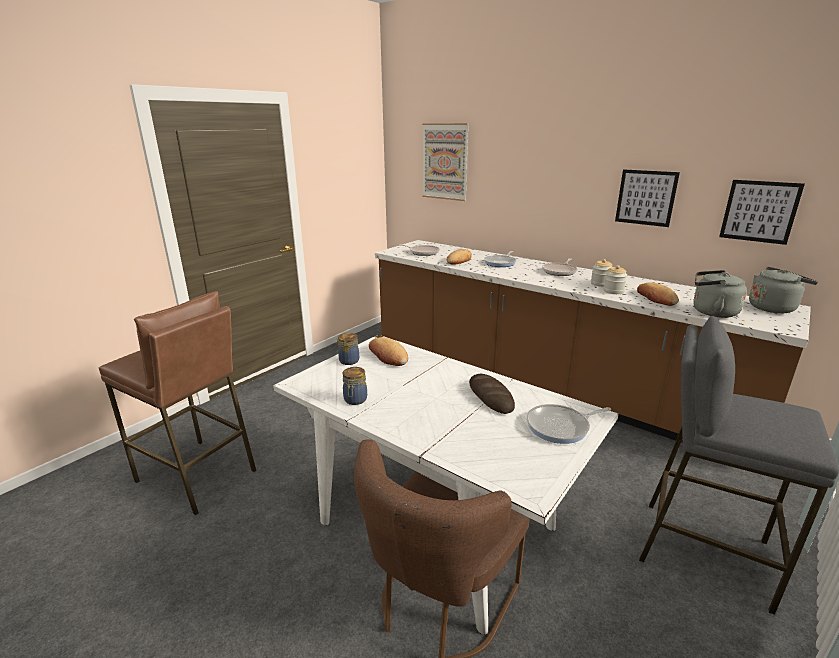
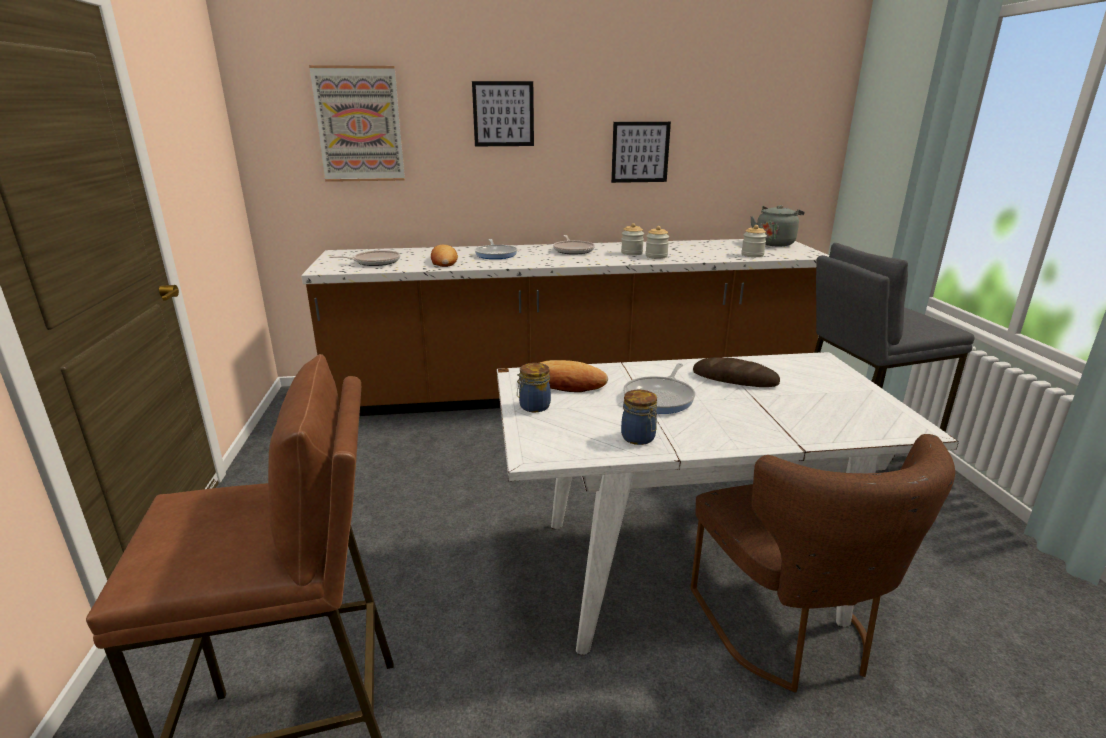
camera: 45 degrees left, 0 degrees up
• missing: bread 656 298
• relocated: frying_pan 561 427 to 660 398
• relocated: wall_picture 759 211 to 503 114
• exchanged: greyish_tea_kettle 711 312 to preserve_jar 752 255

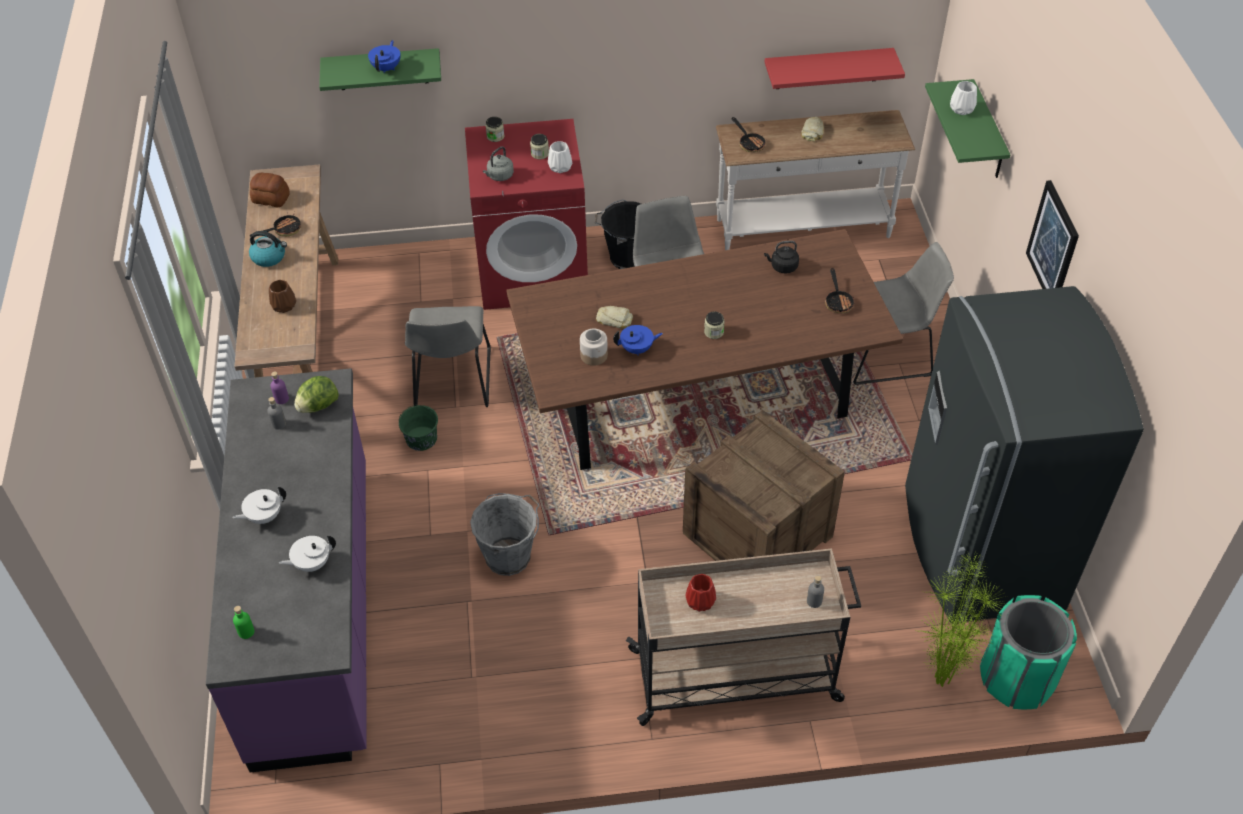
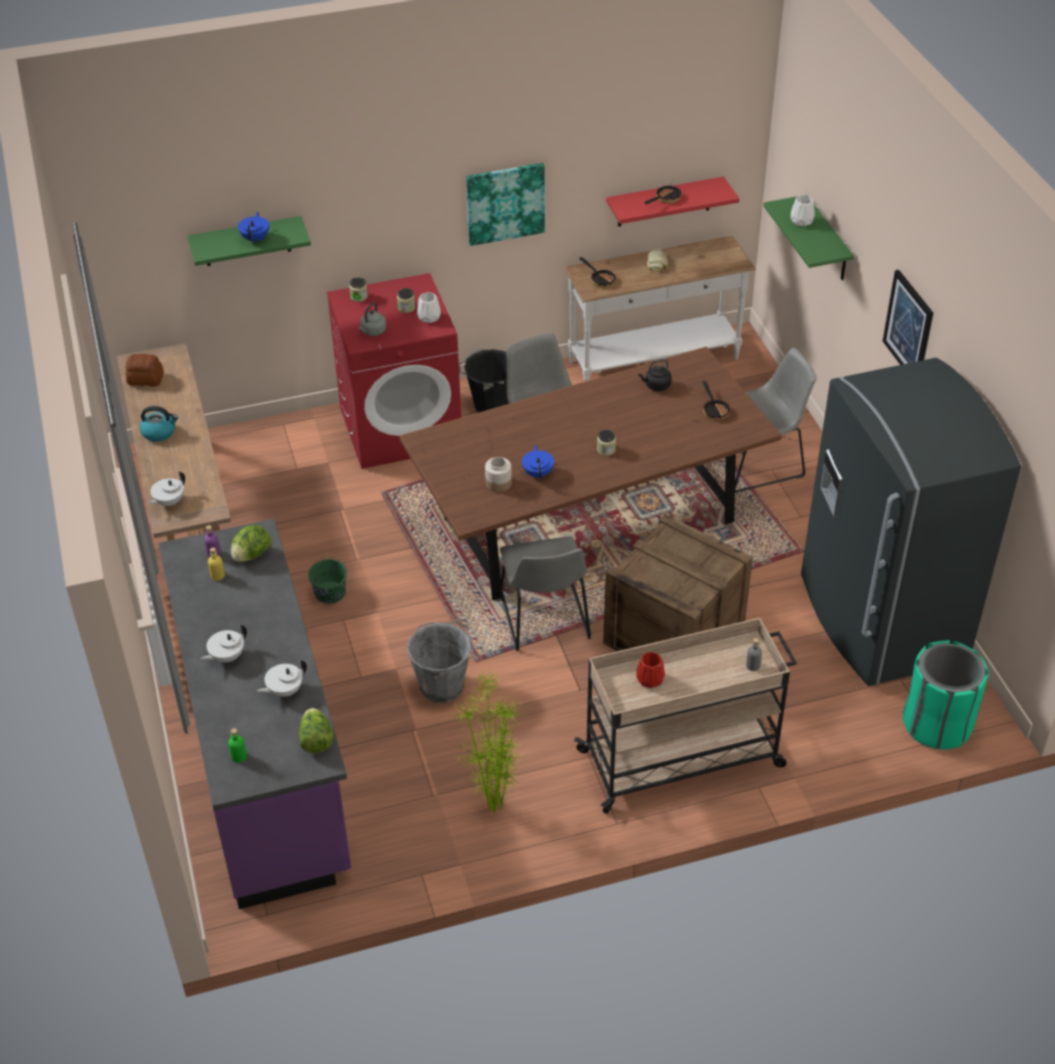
camera: 10 degrees left, 5 degrees down
• missing: brown-coloured_vase 283 305
• missing: bread 614 319
• appeared: whitish_tea_pot 169 502
• appeared: head_of_lettuce 316 740
• appeared: wall_picture 505 203
• relocated: frying_pan 283 230 to 665 199
• relocated: greyish_chair 452 382 to 545 618
• relocated: plant_in_a_pot 940 678 to 493 805
• colour: greyish_bottle 279 424 to yellowish_bottle 217 575
• spun: blue_tea_pot 637 349 = 538 473 75 degrees counterclockwise

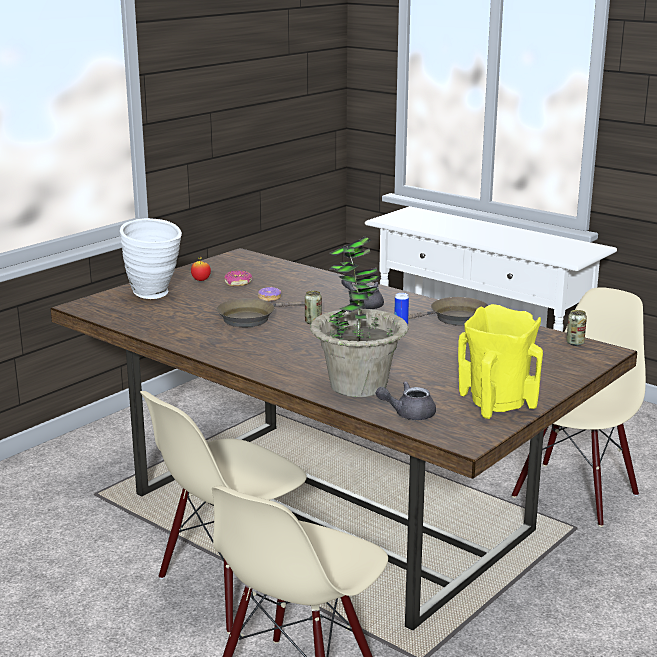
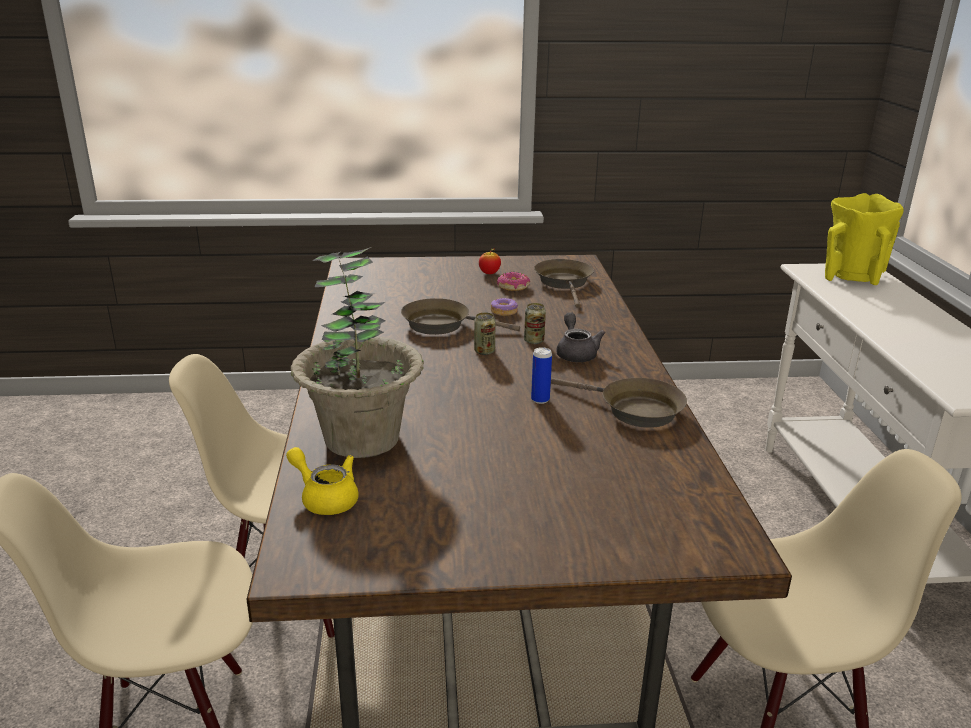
camera: 45 degrees right, 5 degrees up
• missing: whitish_vase 155 295
• appeared: brown-coloured_frying_pan 564 283
• relocated: yellowish_vase 496 404 to 851 277
• relocated: metal_can 575 343 to 534 341
• colour: greyish_tea_pot 408 414 to yellowish_tea_pot 325 498

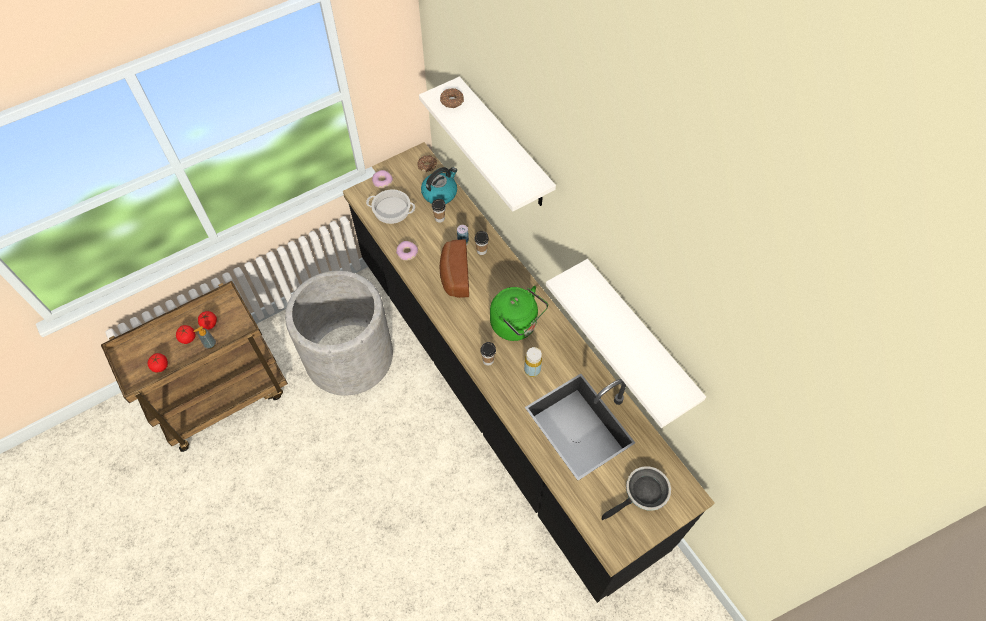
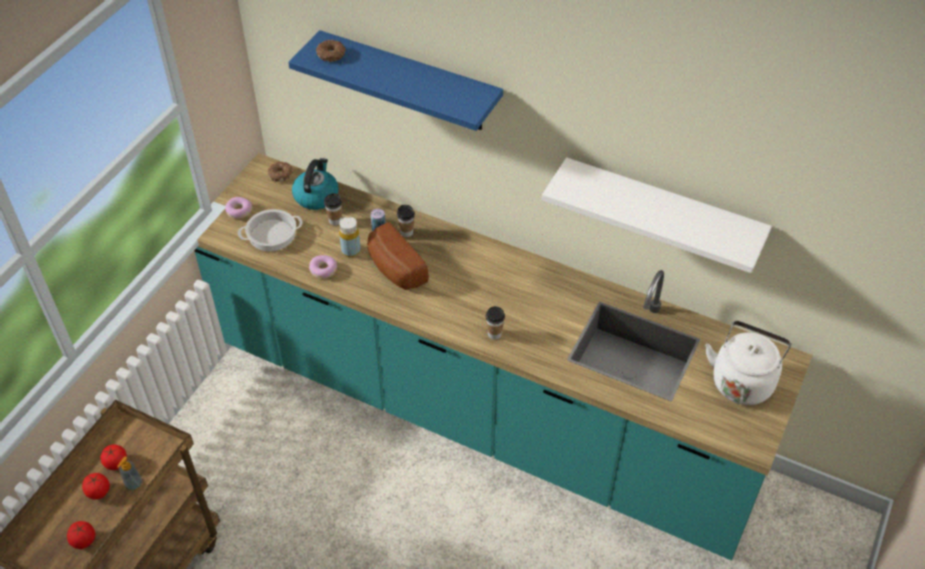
camera: 30 degrees left, 10 degrees down
• missing: greyish_flower_pot 349 357
• missing: green_tea_kettle 516 325
• relocated: yellowish_bottle 532 370 to 351 251
• exchanged: frying_pan 643 493 to whitish_tea_kettle 742 380
• colour: black_counter 492 384 to blue-green_counter 462 406
• colour: whitish_bracket_shelf 505 145 to blue_bracket_shelf 410 82

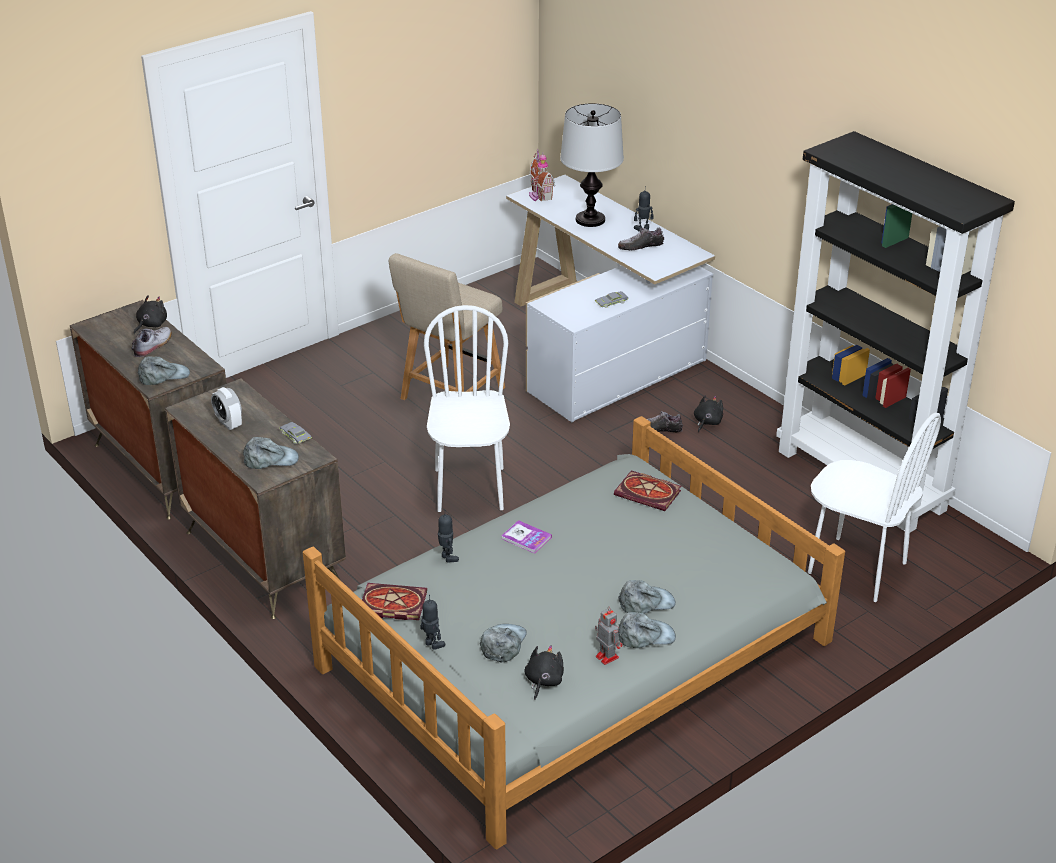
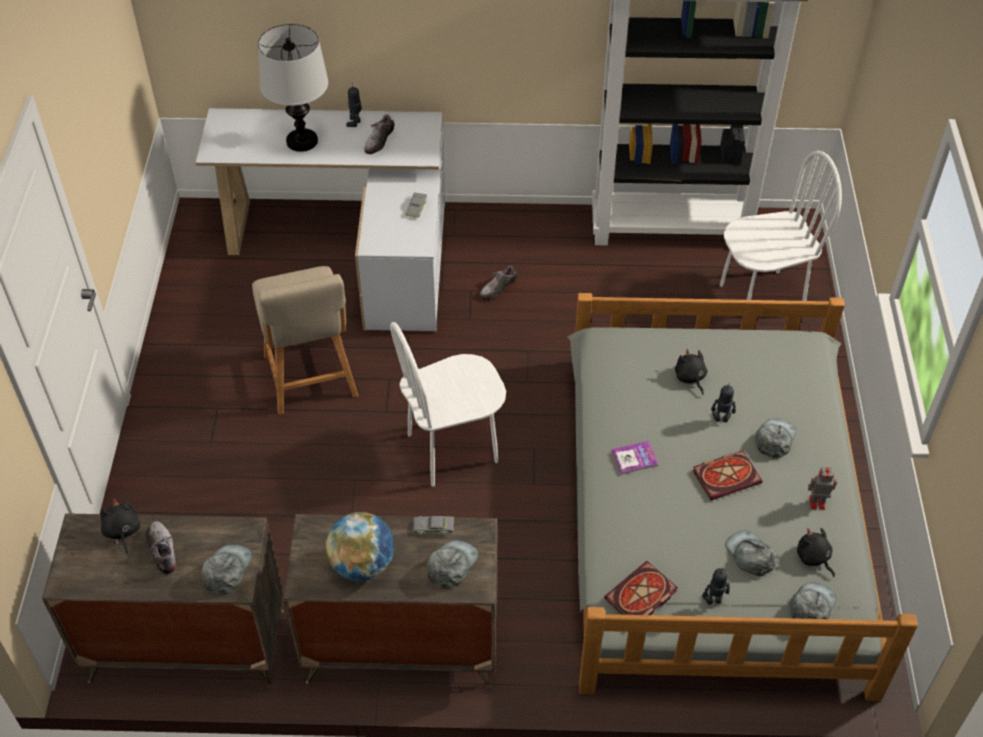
camera: 50 degrees left, 15 degrees up
• missing: toy_house 539 195
• relocated: model_robot 447 558 to 721 419
• relocated: volume 649 493 to 727 475
• relocated: greyish_peaked_cap 645 635 to 811 607
• relocated: black_plush_toy 707 422 to 690 378
• exchanged: table_clock 228 423 to globe 362 564
• spun: whitish_chair 470 489 = 452 449 60 degrees counterclockwise

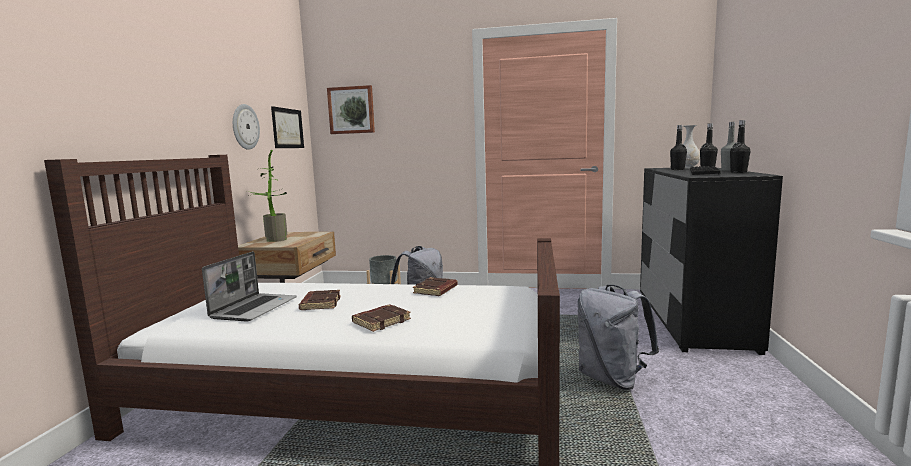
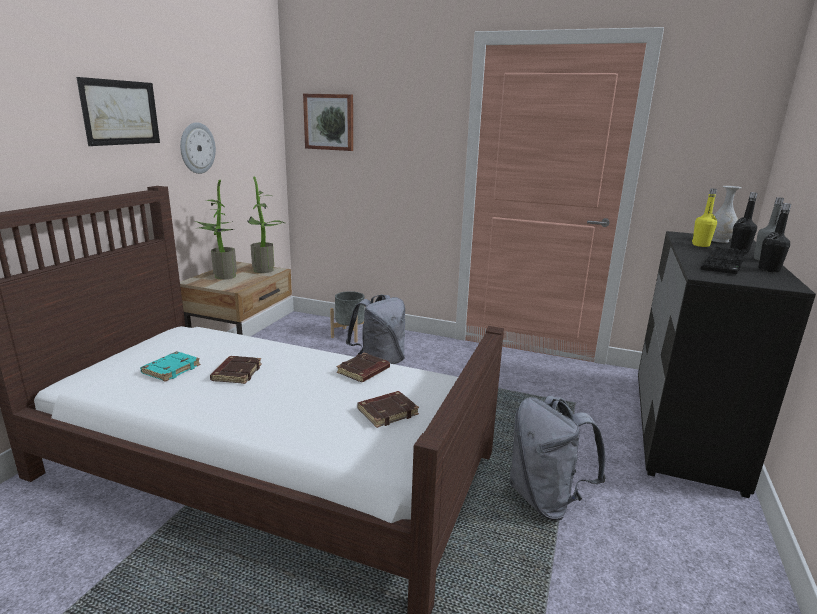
camera: 10 degrees right, 10 degrees up
• appeared: plant_in_a_pot 267 270
• relocated: wall_picture 287 128 to 120 112
• relocated: brown-coloured_volume 381 321 to 387 412
• exchanged: laptop 254 308 to blue-green_volume 171 369
• colour: black_bottle 677 169 to yellowish_bottle 700 245

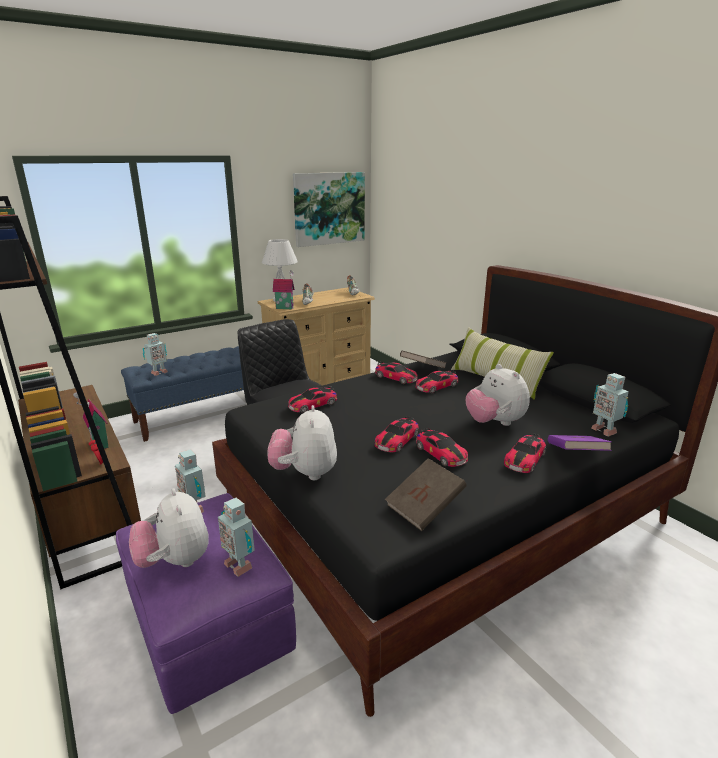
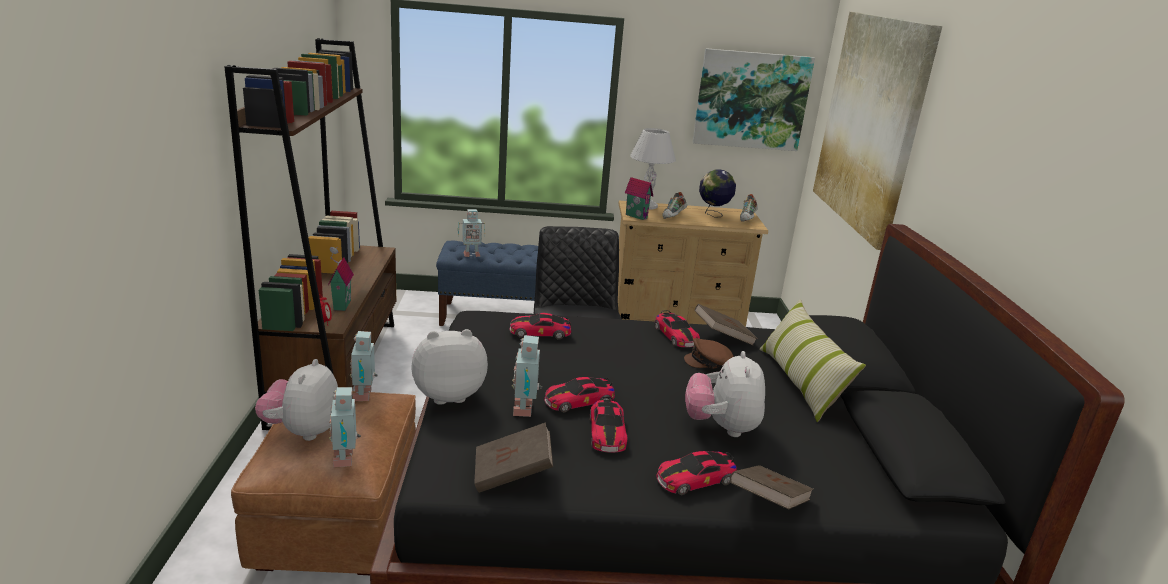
camera: 30 degrees right, 0 degrees up
• appeared: globe 713 215
• appeared: wall_picture 871 123
• relocated: model_robot 604 430 to 525 409
• exchanged: toy_car 436 386 to brown-coloured_peaked_cap 709 362
• colour: purple-coloured_footrest 210 626 to brown-coloured_footrest 338 518
• colour: purple-coloured_volume 575 455 to brown-coloured_volume 768 503
• spun: plush_toy 305 473 = 448 394 45 degrees clockwise

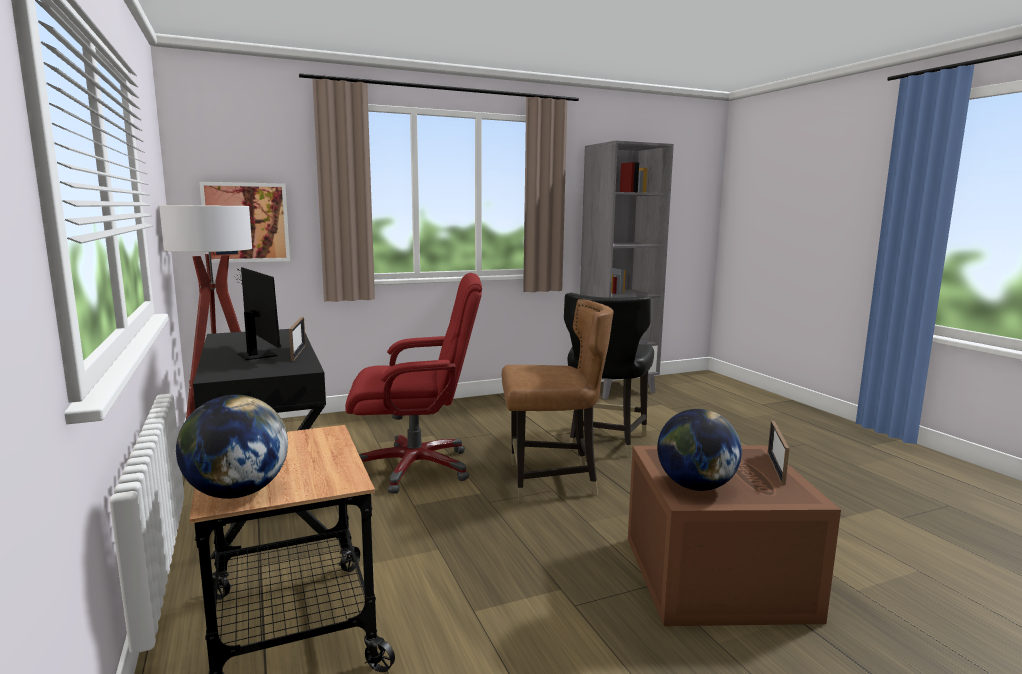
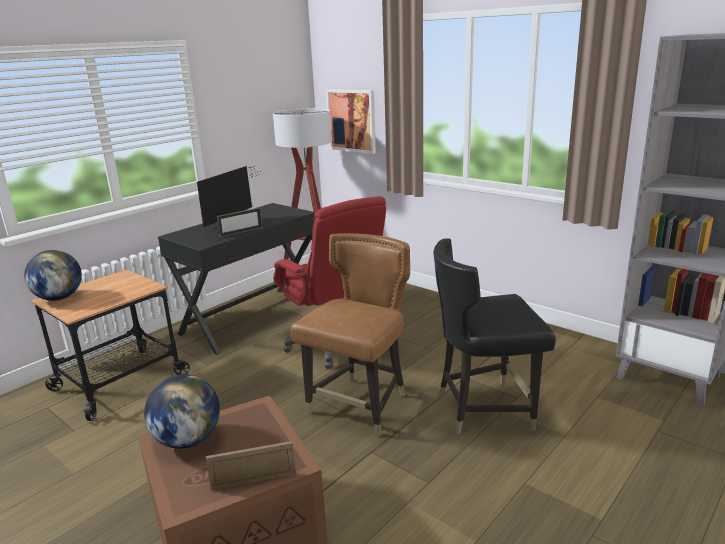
camera: 65 degrees right, 10 degrees up
• spun: brown-coloured_chair 551 481 = 360 405 120 degrees counterclockwise

